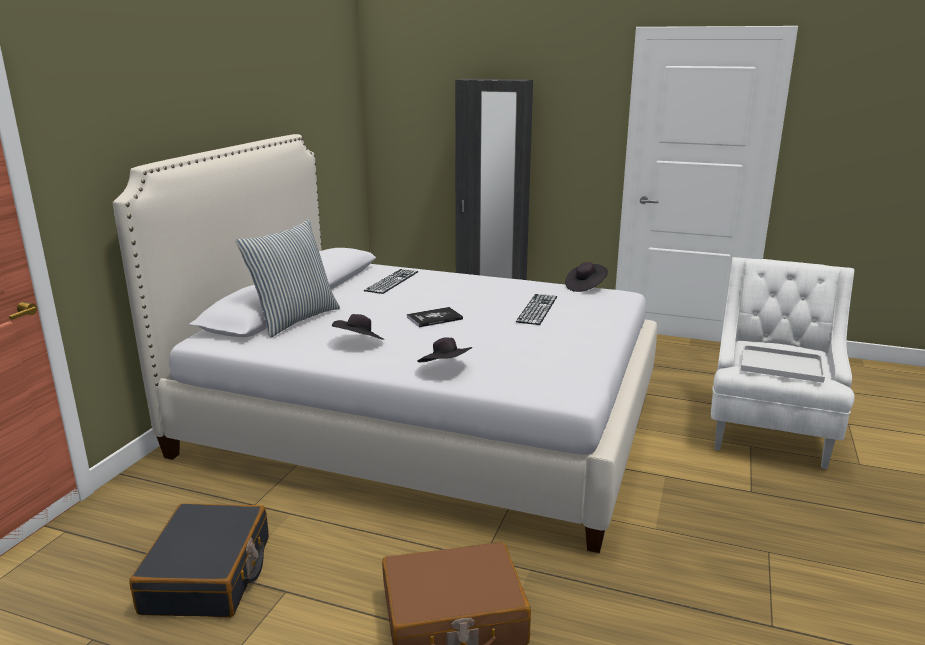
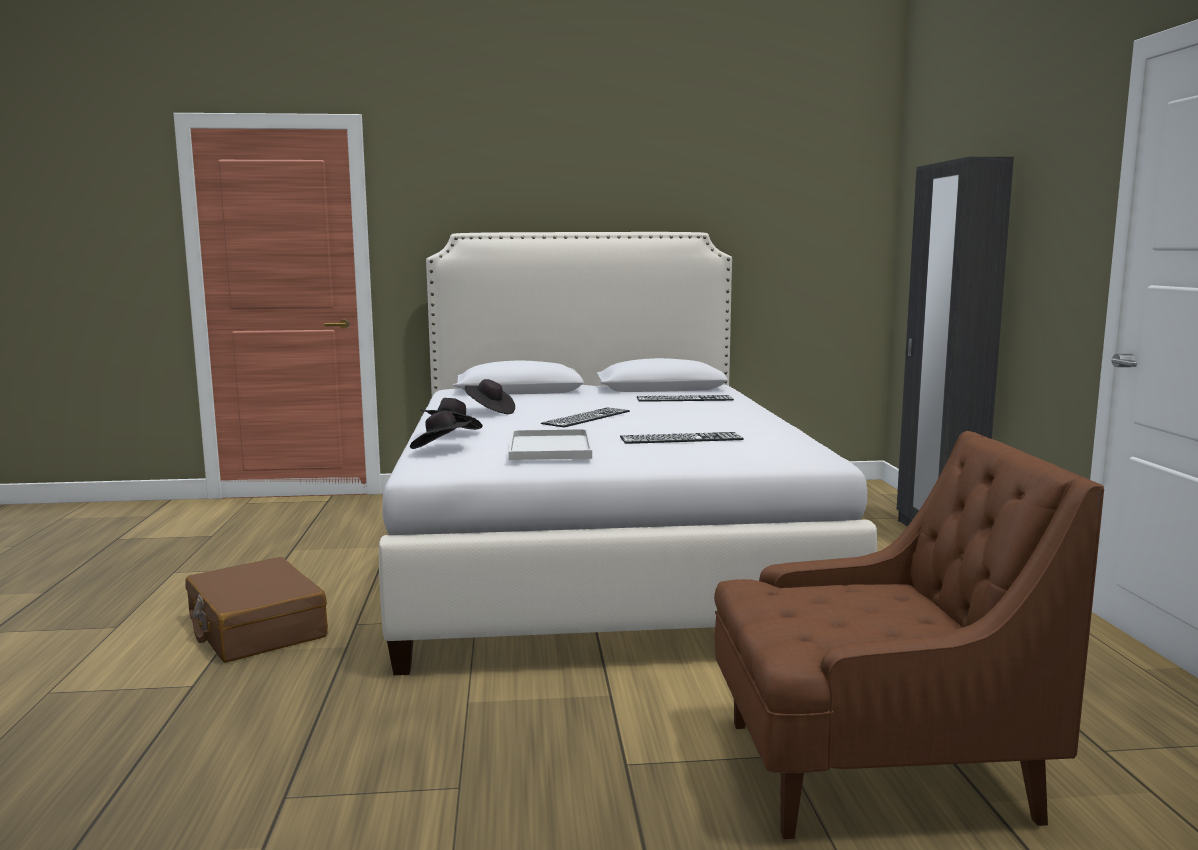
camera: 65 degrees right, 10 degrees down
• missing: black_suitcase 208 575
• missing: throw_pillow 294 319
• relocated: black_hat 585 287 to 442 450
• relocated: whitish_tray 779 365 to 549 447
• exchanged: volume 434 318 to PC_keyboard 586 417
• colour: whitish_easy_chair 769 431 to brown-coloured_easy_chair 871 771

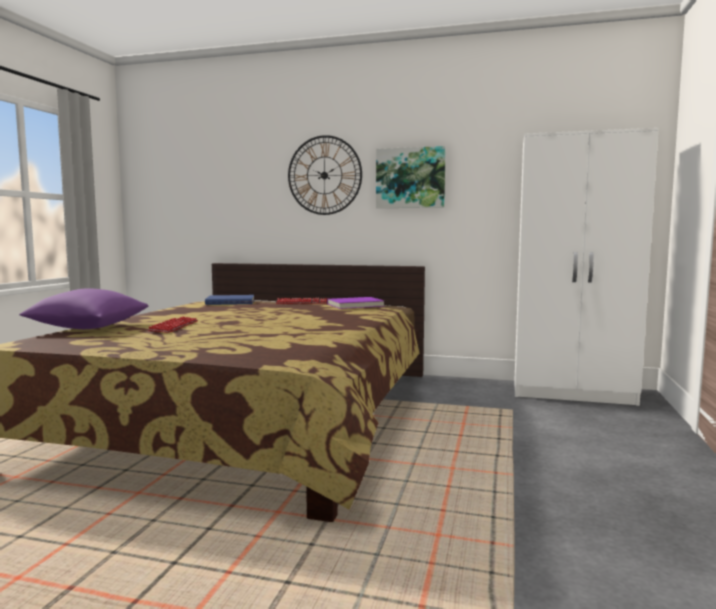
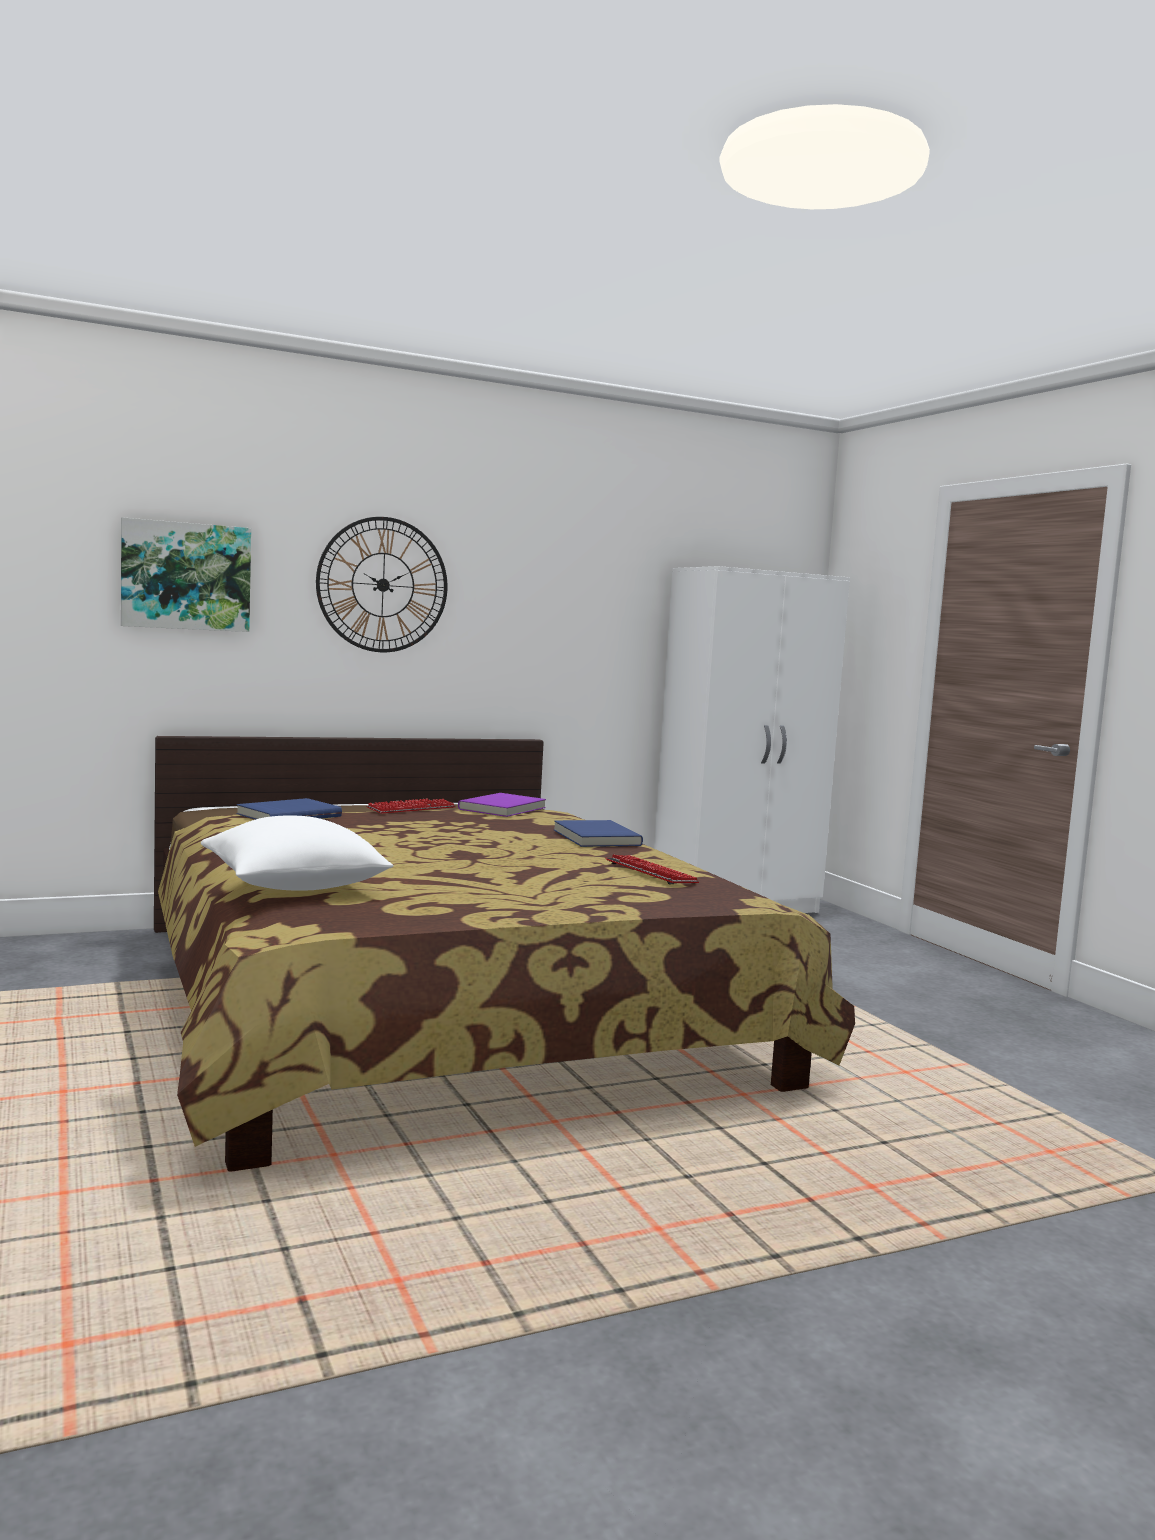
camera: 40 degrees left, 0 degrees up
• appeared: blue_volume 594 837
• relocated: PC_keyboard 174 326 to 650 872
• relocated: wall_picture 410 178 to 186 576
• colour: purple-coloured_throw_pillow 88 328 to whitish_throw_pillow 294 887

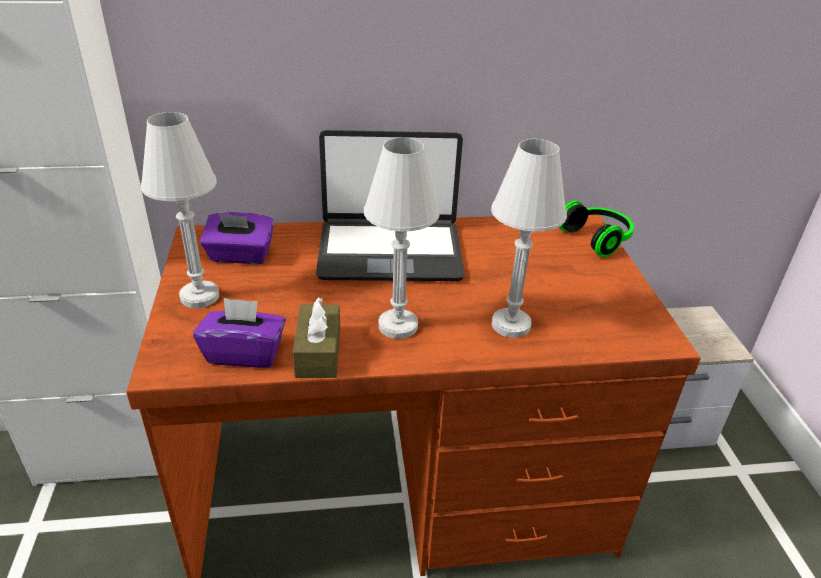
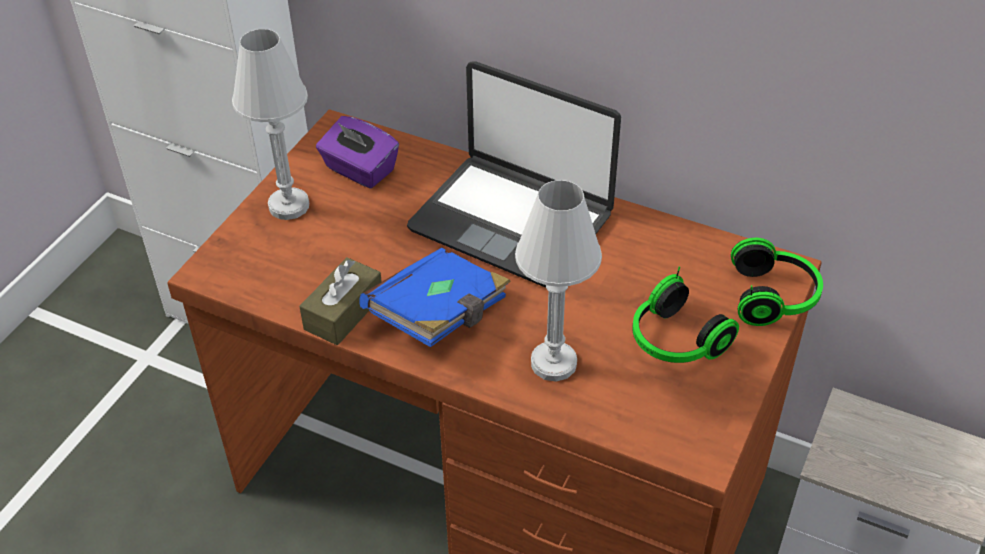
camera: 35 degrees right, 10 degrees up
• missing: purple-coloured_tissue_holder 244 353
• appeared: pair_of_headphones 674 341
• exchanged: whitish_tabletop_lamp 398 326 to blue_volume 440 315

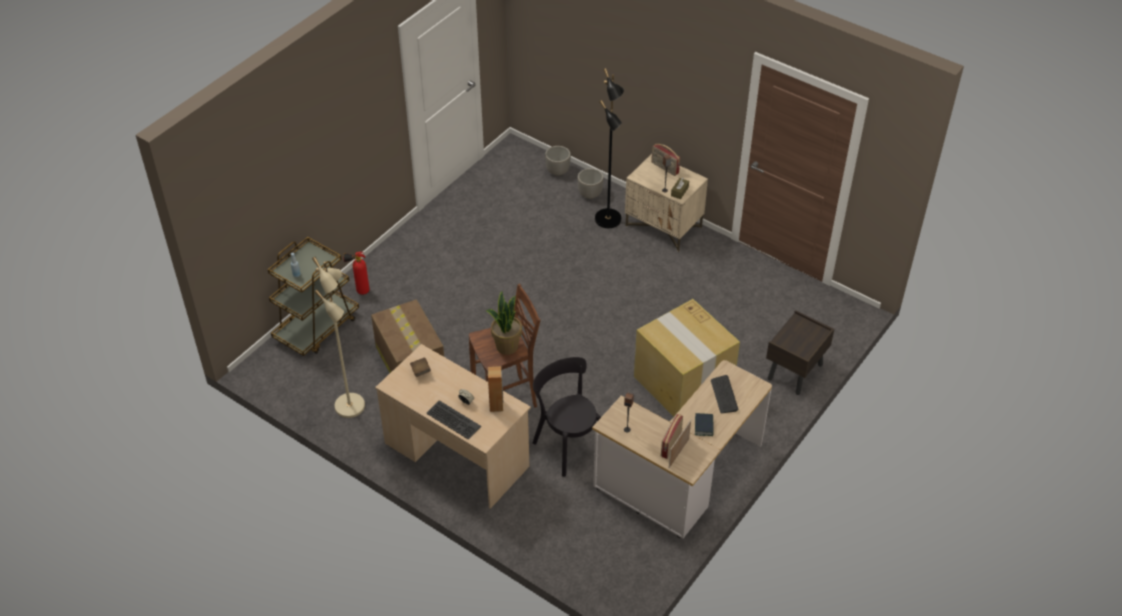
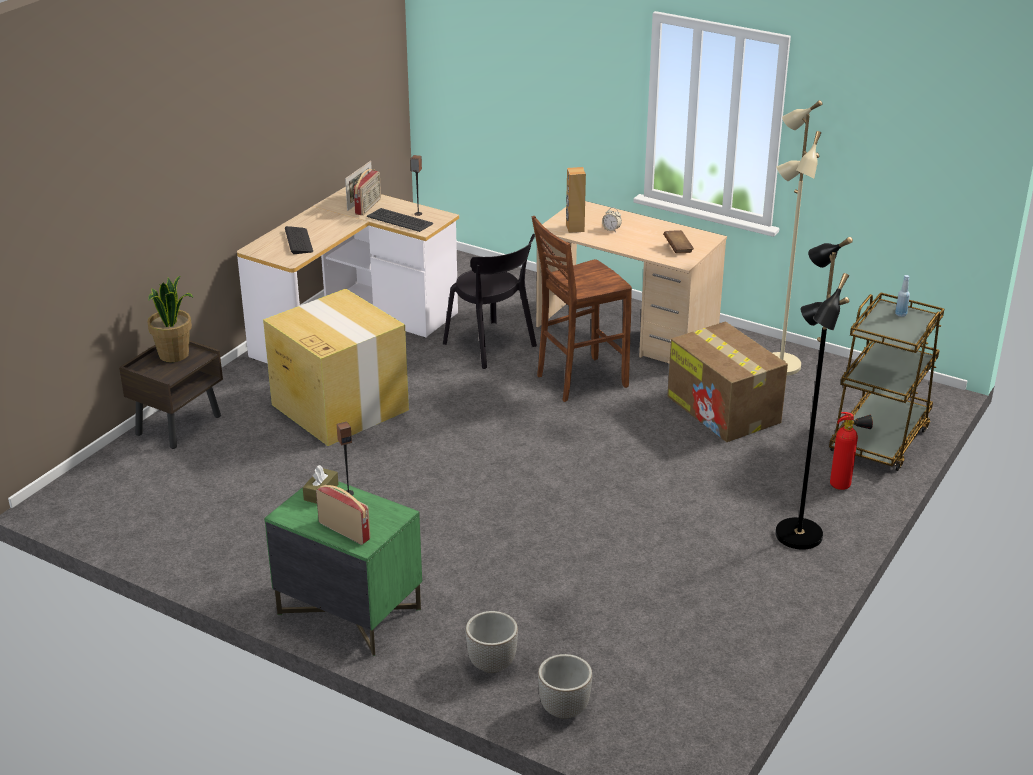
camera: 175 degrees right, 15 degrees down
• missing: volume 704 426
• relocated: PC_keyboard 453 420 to 400 220
• relocated: plant_in_a_pot 506 346 to 174 355
• relocated: black_standard_lamp 609 219 to 797 535
• colour: sand-coloured_bedside_table 664 226 to green_bedside_table 348 611

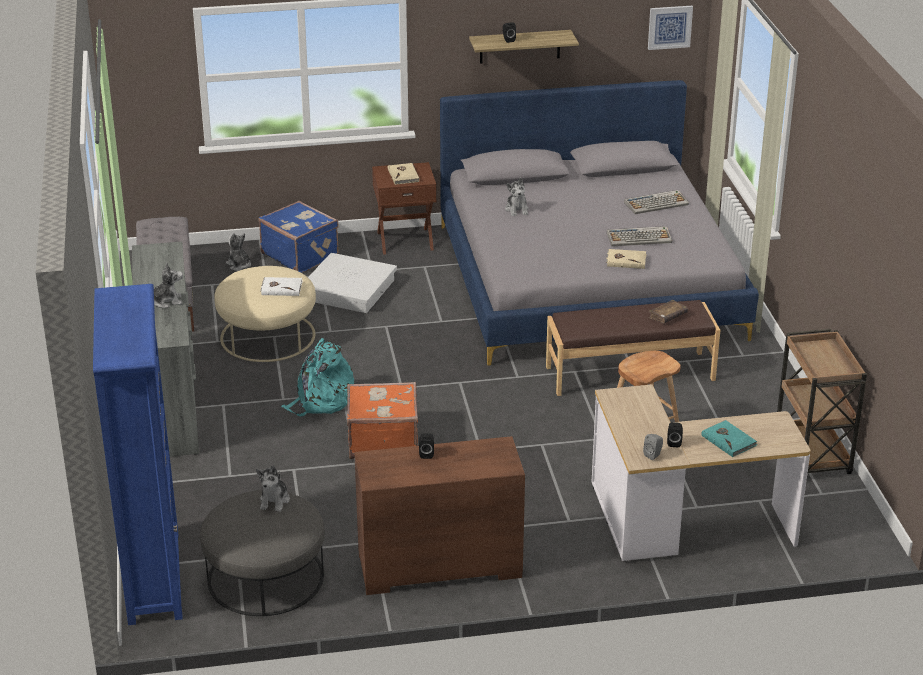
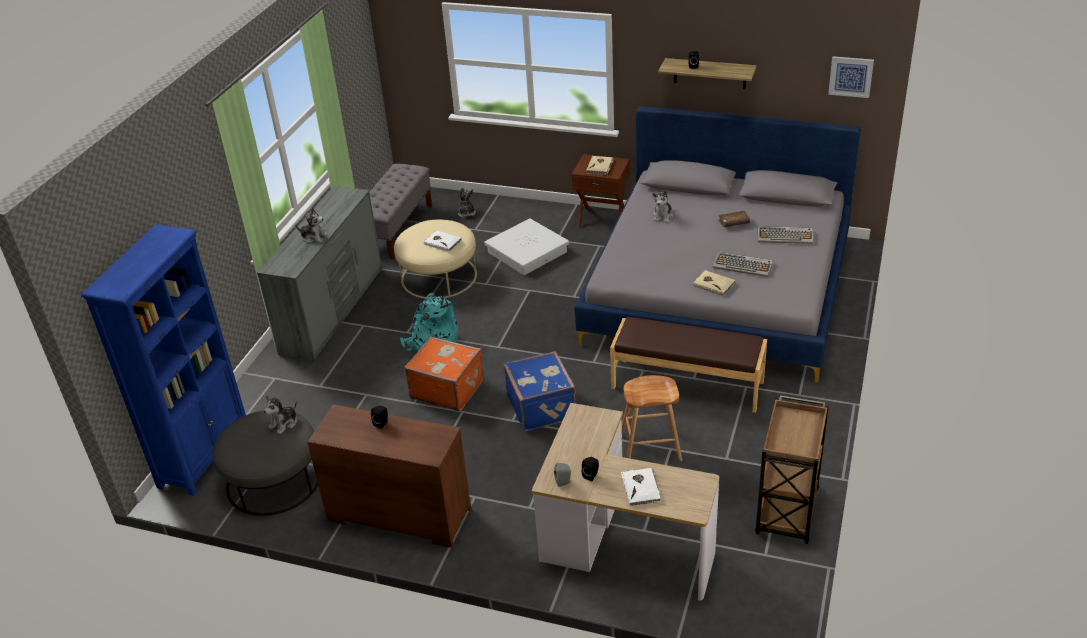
camera: 30 degrees right, 5 degrees up
• relocated: blue_suitcase 300 255 to 542 406
• relocated: brown-coloured_volume 667 316 to 733 223
• colour: blue-green_volume 729 440 to whitish_volume 641 488

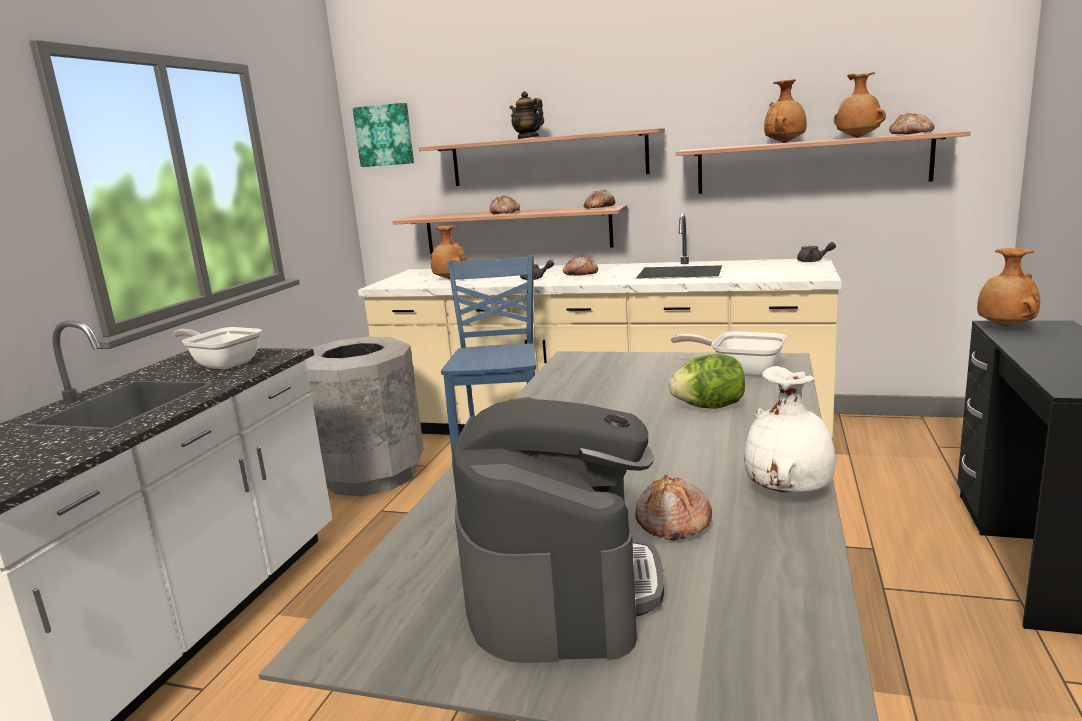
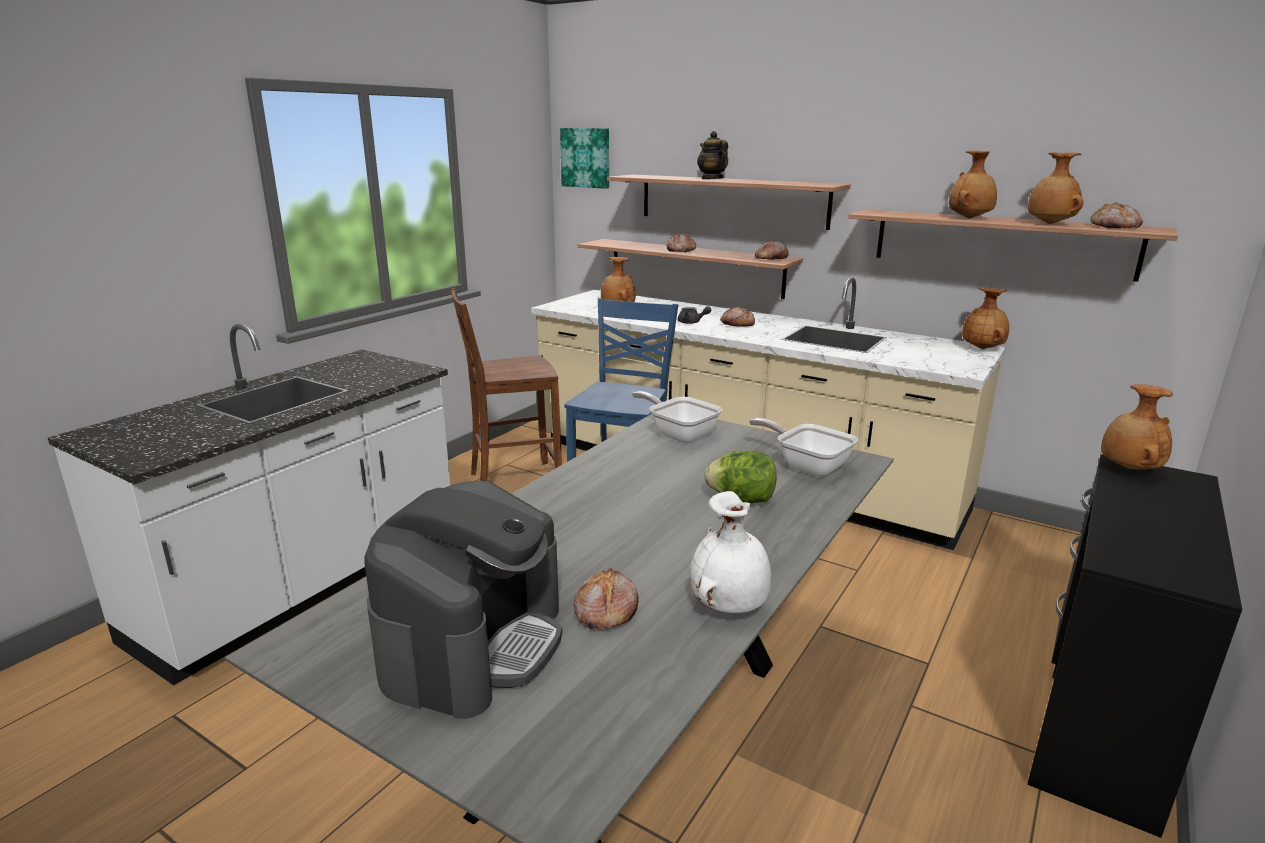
camera: 15 degrees right, 5 degrees up
• relocated: frying_pan 223 364 to 679 434
• exchanged: greyish_rubbish_bin 371 475 to brown-coloured_chair 513 480
• exchanged: greyish_tea_pot 813 261 to brown-coloured_vase 983 348

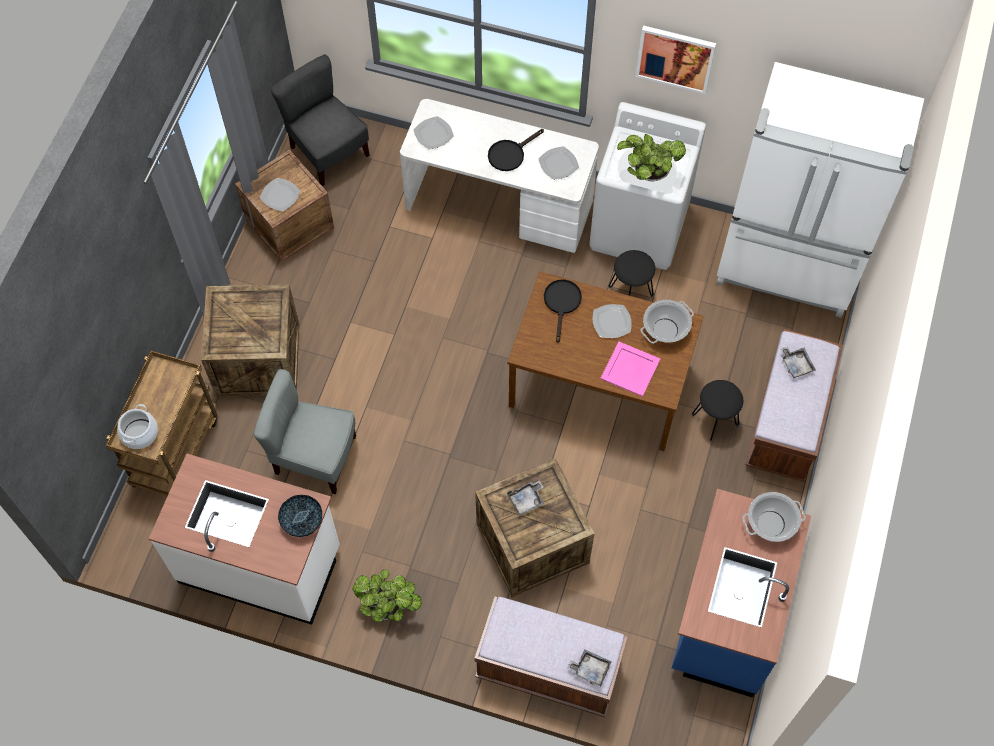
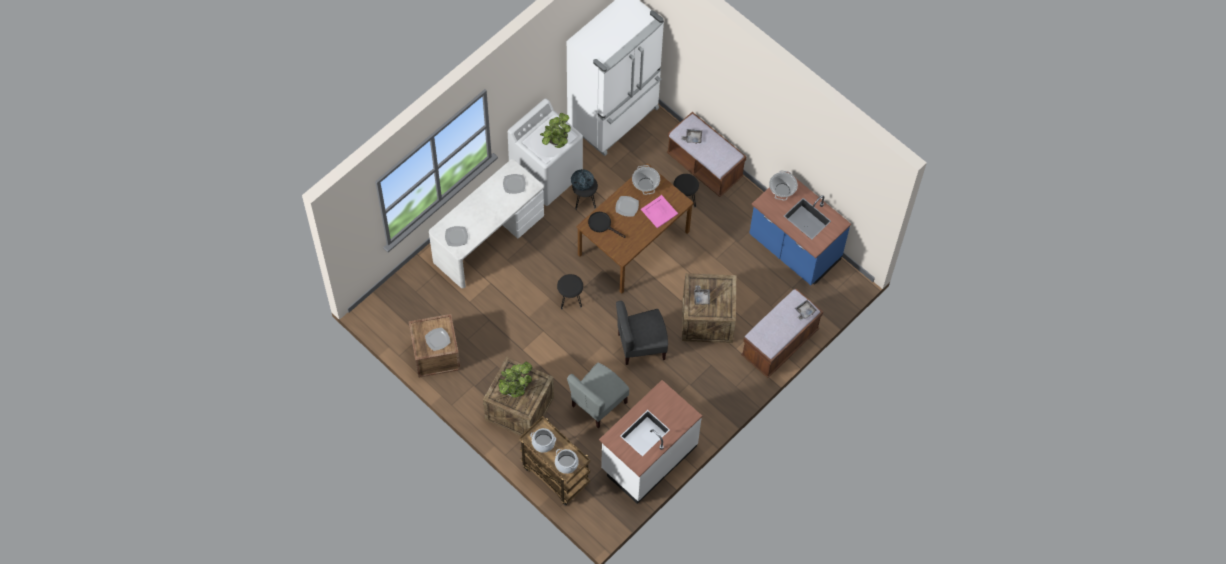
camera: 65 degrees left, 0 degrees up
• missing: black_frying_pan 510 154
• missing: wall_picture 675 58
• appeared: saucepot 543 442
• appeared: black_stool 570 299
• relocated: greyish_chair 328 152 to 641 346
• relocated: bowl 302 520 to 582 183
• relocated: plant_in_a_pot 389 606 to 515 388

